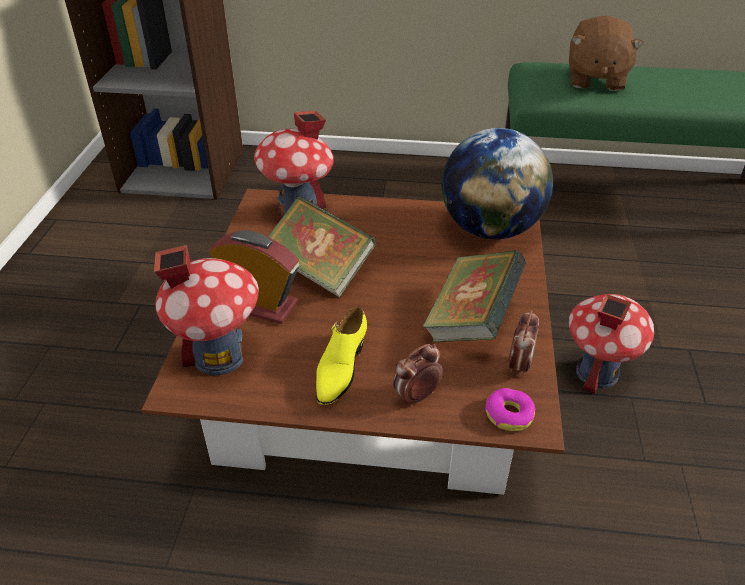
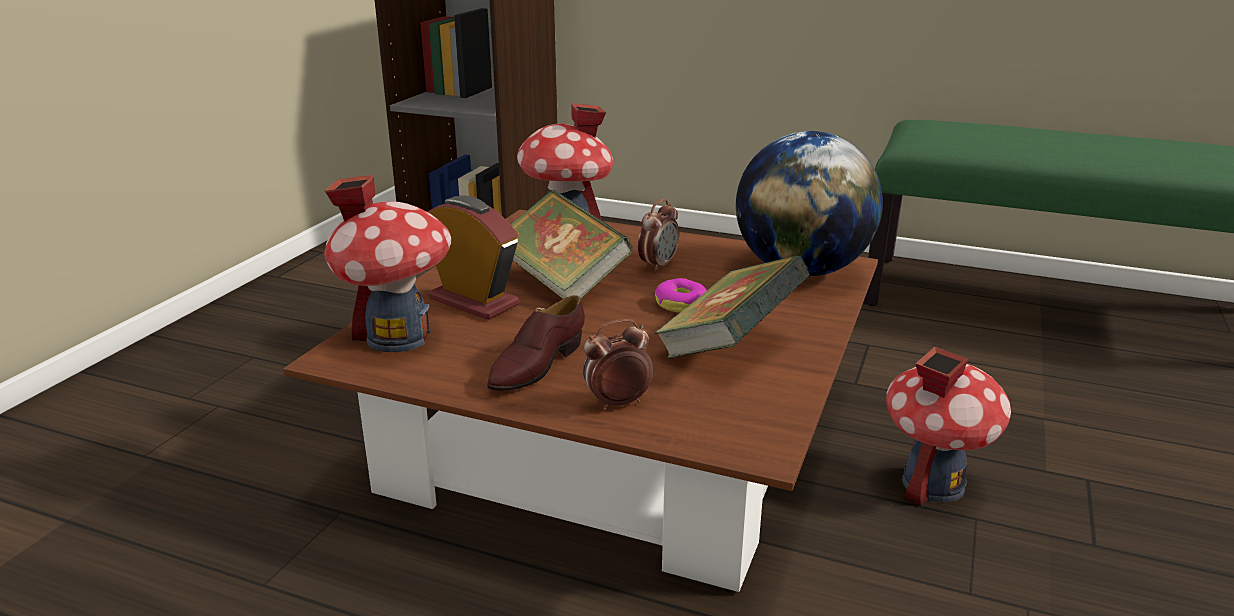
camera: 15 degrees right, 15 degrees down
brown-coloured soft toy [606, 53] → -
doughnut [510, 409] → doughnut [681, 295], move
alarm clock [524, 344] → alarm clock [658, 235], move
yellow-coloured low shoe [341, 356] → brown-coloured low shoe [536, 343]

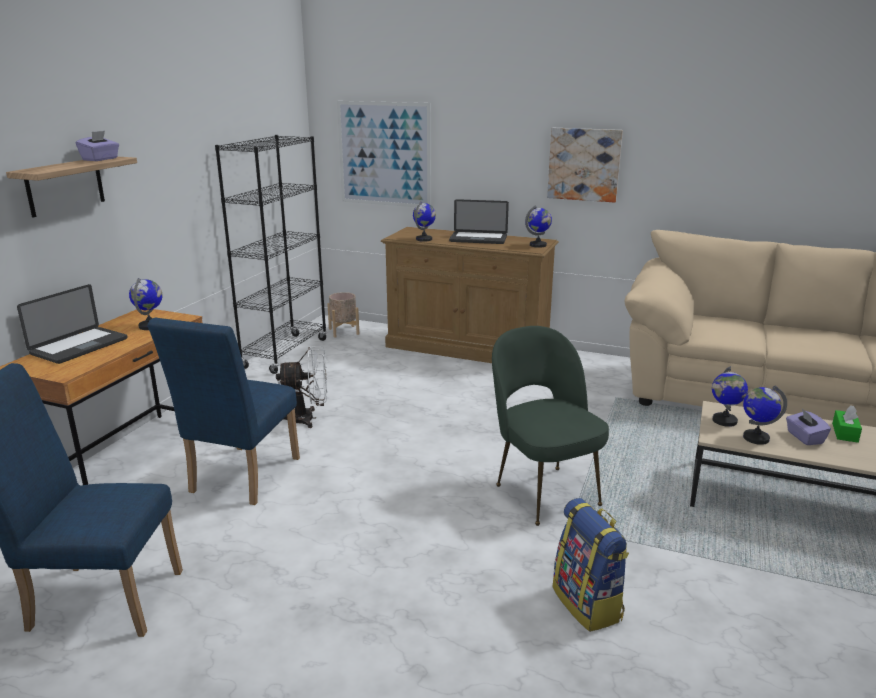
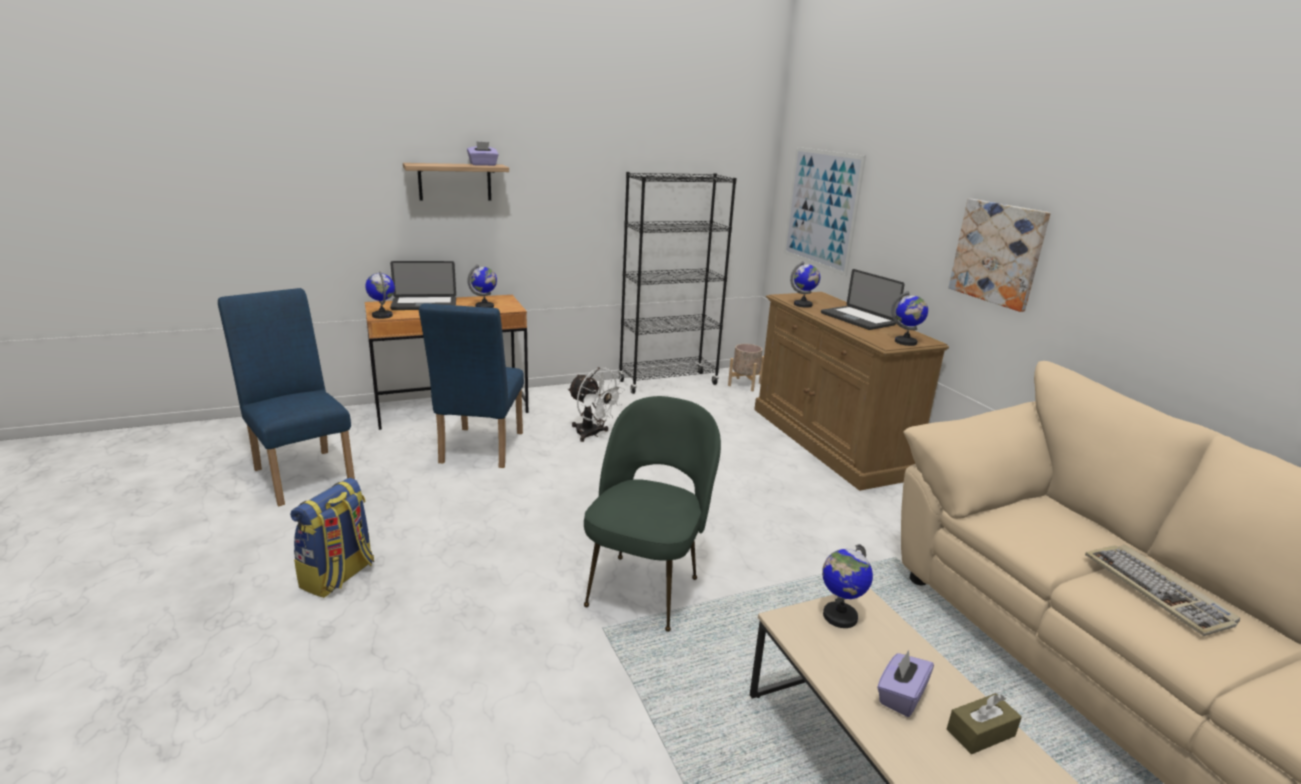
camera: 45 degrees right, 0 degrees up
- → PC keyboard [1162, 590]
knapsack [591, 565] → knapsack [332, 538], move
globe [765, 415] → globe [380, 295], move
greenish box of tissues [847, 424] → brown-coloured box of tissues [984, 723]
bluish chair [224, 411] → bluish chair [471, 385], 60 degrees counterclockwise

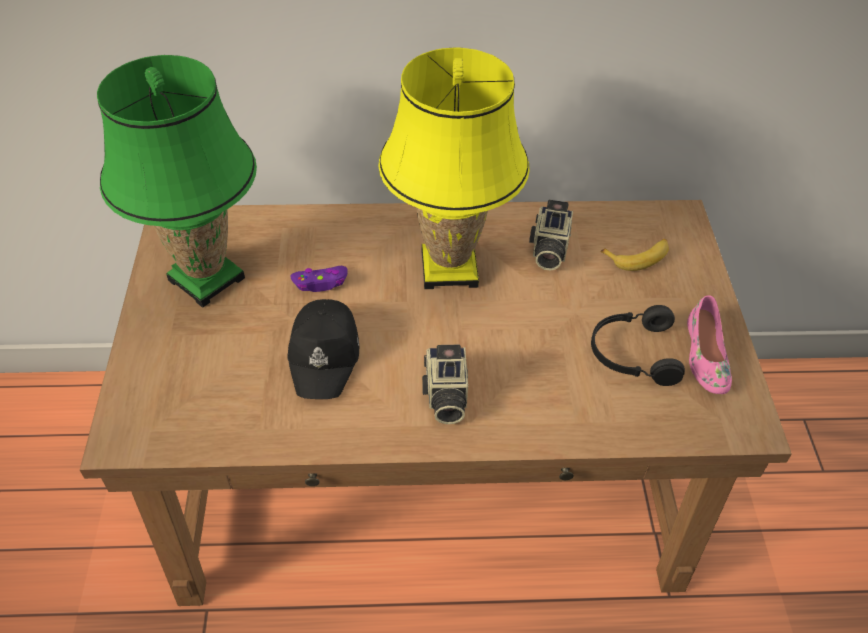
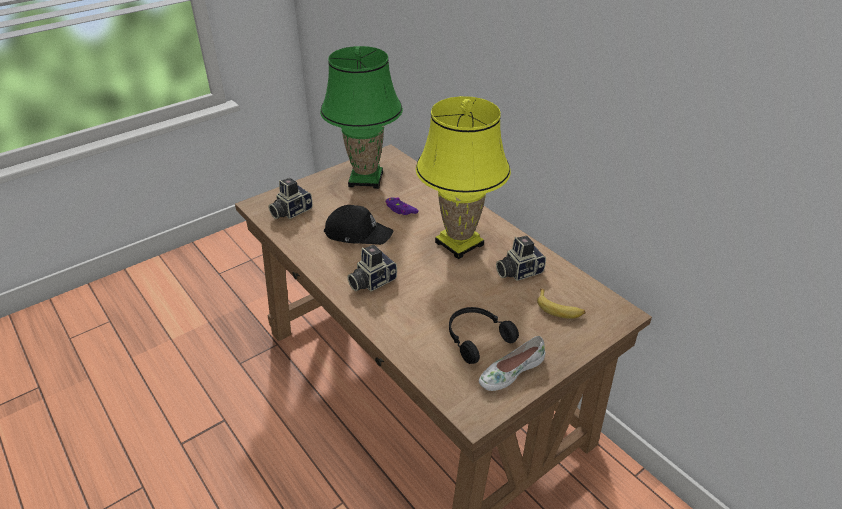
camera: 55 degrees right, 10 degrees down
- → photo camera [291, 198]
pinkish low shoe [709, 344] → white low shoe [512, 363]
black-coloured cap [323, 349] → black-coloured cap [359, 225], 135 degrees counterclockwise

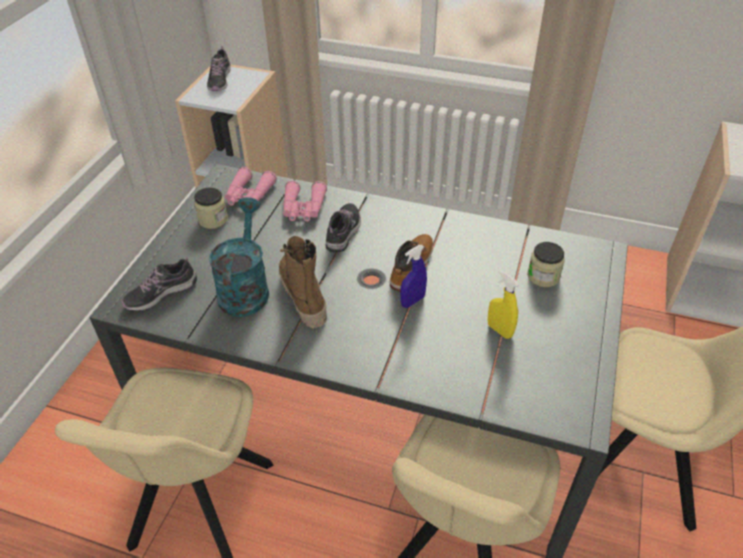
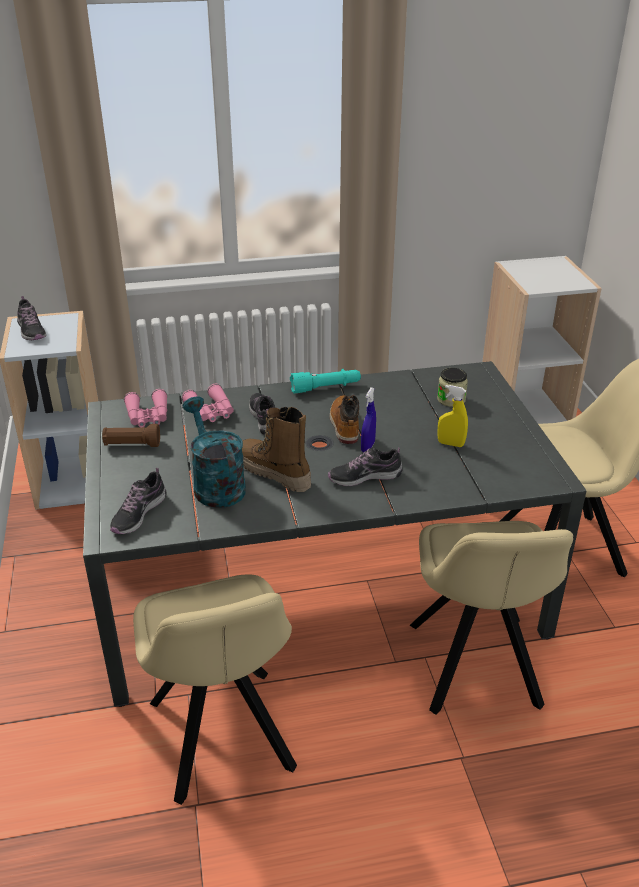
camera: 30 degrees left, 10 degrees down
- → turquoise-coloured flashlight [325, 381]
- → low shoe [365, 466]
preserve jar [211, 208] → brown-coloured flashlight [131, 435]

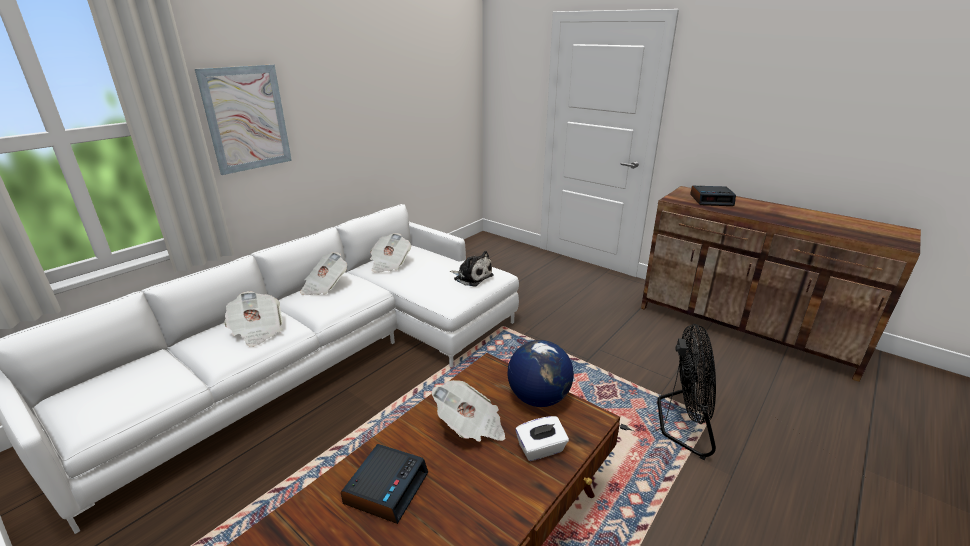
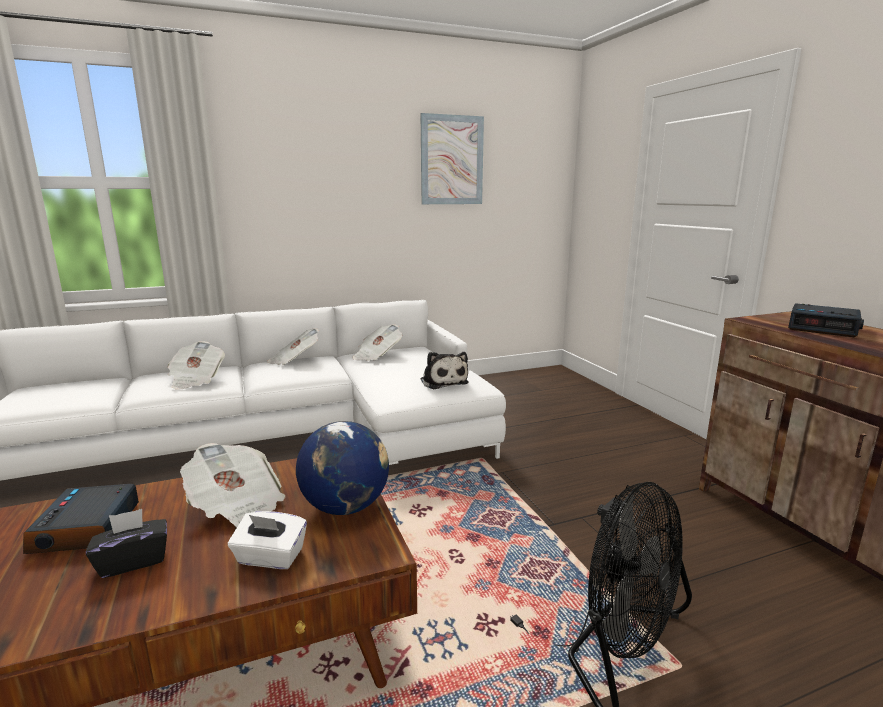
camera: 30 degrees right, 10 degrees down
- → black-coloured box of tissues [126, 543]
wall picture [243, 119] → wall picture [452, 158], move
alarm clock [384, 484] → alarm clock [81, 519], 120 degrees clockwise

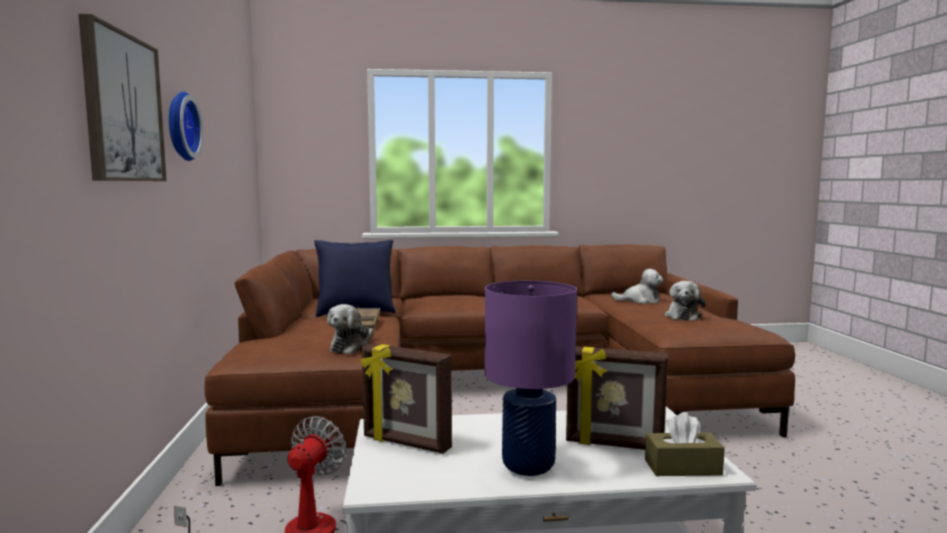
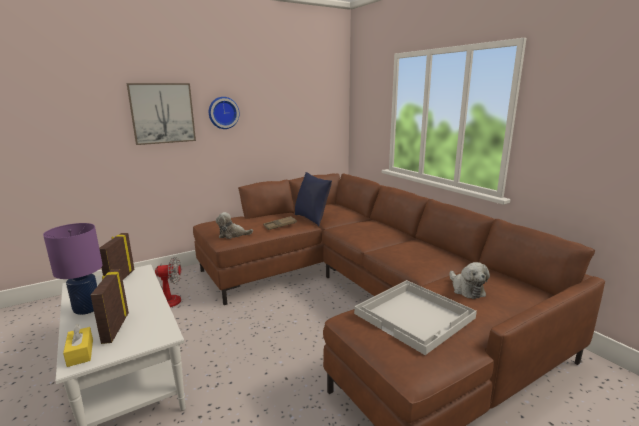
camera: 65 degrees right, 10 degrees up
soft toy [685, 301] → white tray [415, 317]
brown-coloured box of tissues [685, 444] → yellow-coloured box of tissues [78, 345]

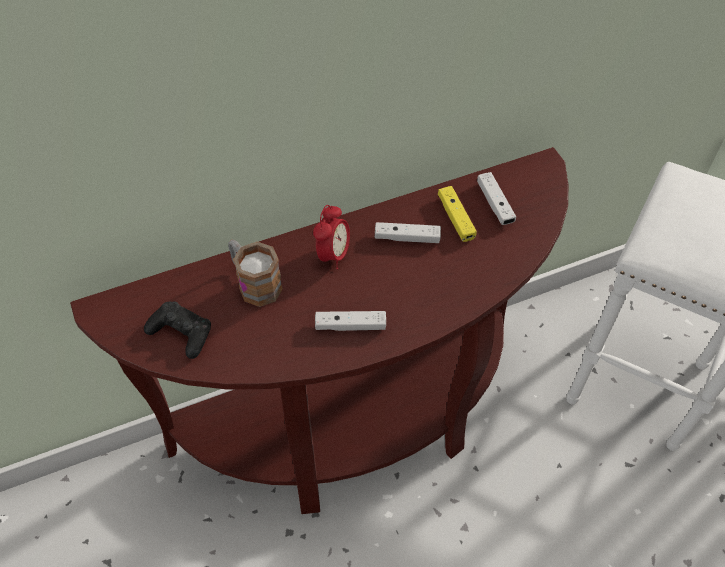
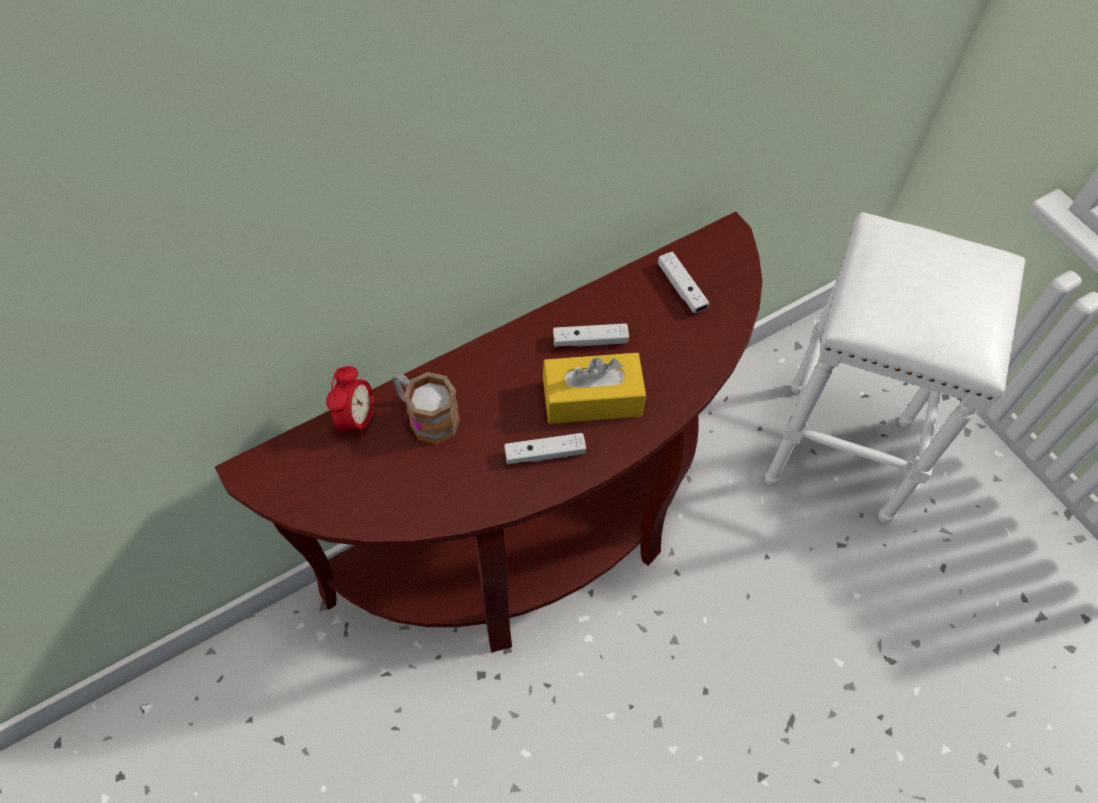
camera: 10 degrees left, 5 degrees up
black-coloured game controller [177, 330] → -
yellow-coloured game controller [457, 214] → -
- → yellow-coloured box of tissues [594, 388]
alarm clock [331, 237] → alarm clock [350, 401], move

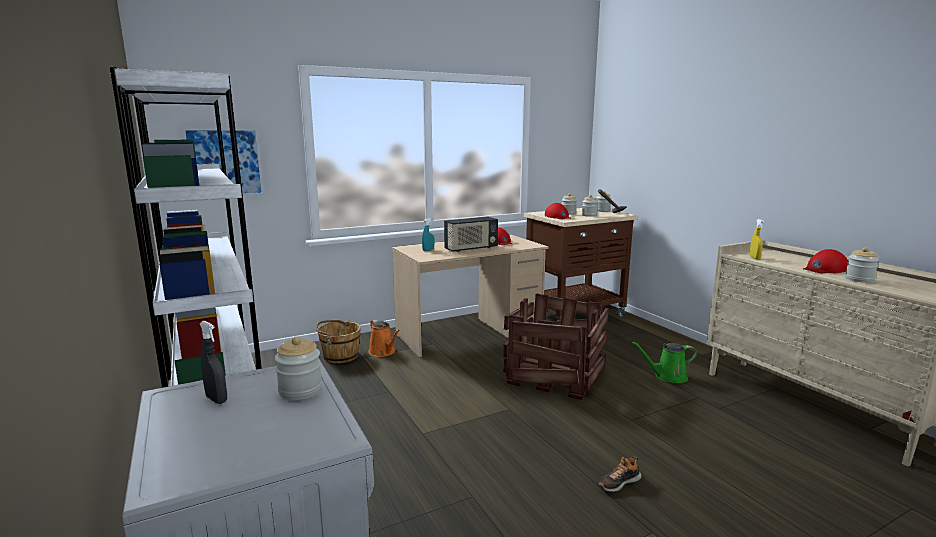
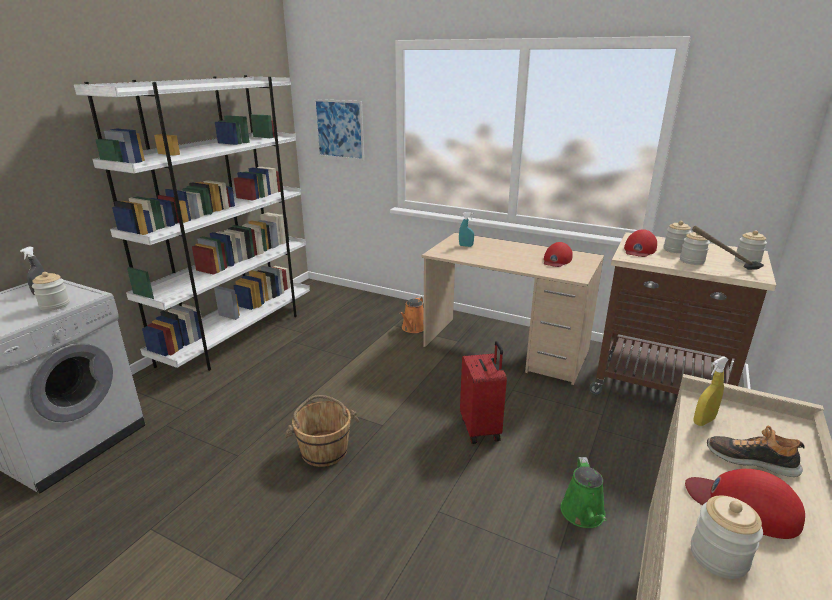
camera: 55 degrees right, 10 degrees up
radio [471, 234] → -
brown-coloured pail [338, 342] → brown-coloured pail [322, 431], move
low shoe [620, 474] → low shoe [756, 451], move
crate [556, 347] → reddish piece of luggage [483, 392]
greenish watering pot [664, 362] → greenish watering pot [583, 492], 135 degrees counterclockwise

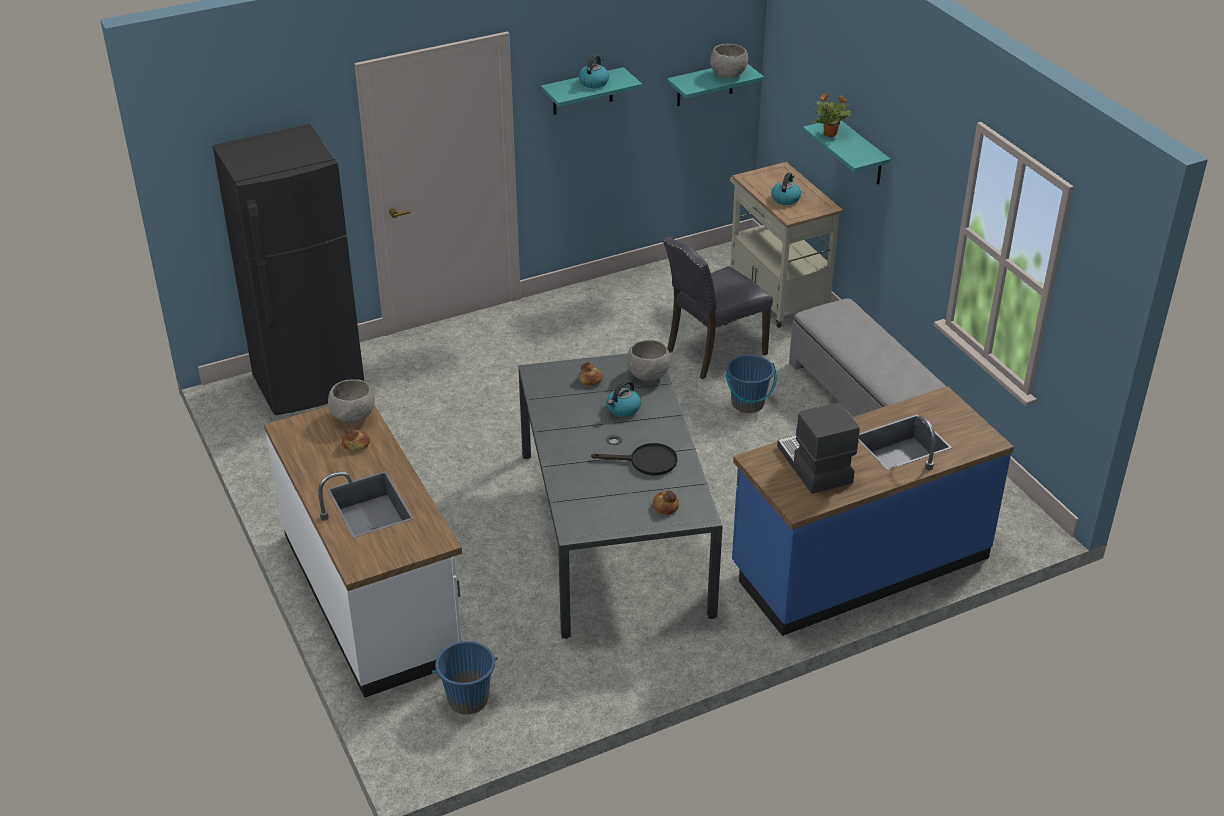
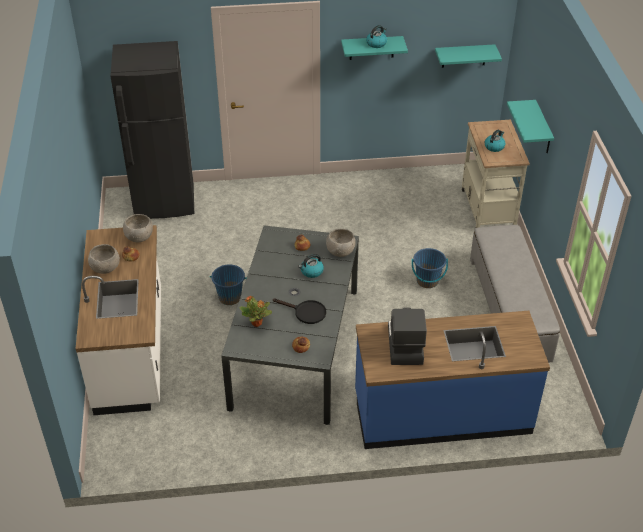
camera: 20 degrees right, 5 degrees up
grey chair [718, 308] → -
bluish pail [465, 677] → bluish pail [228, 285], move
grey bowl [729, 60] → grey bowl [104, 259], move
houseplant [832, 115] → houseplant [256, 311], move

